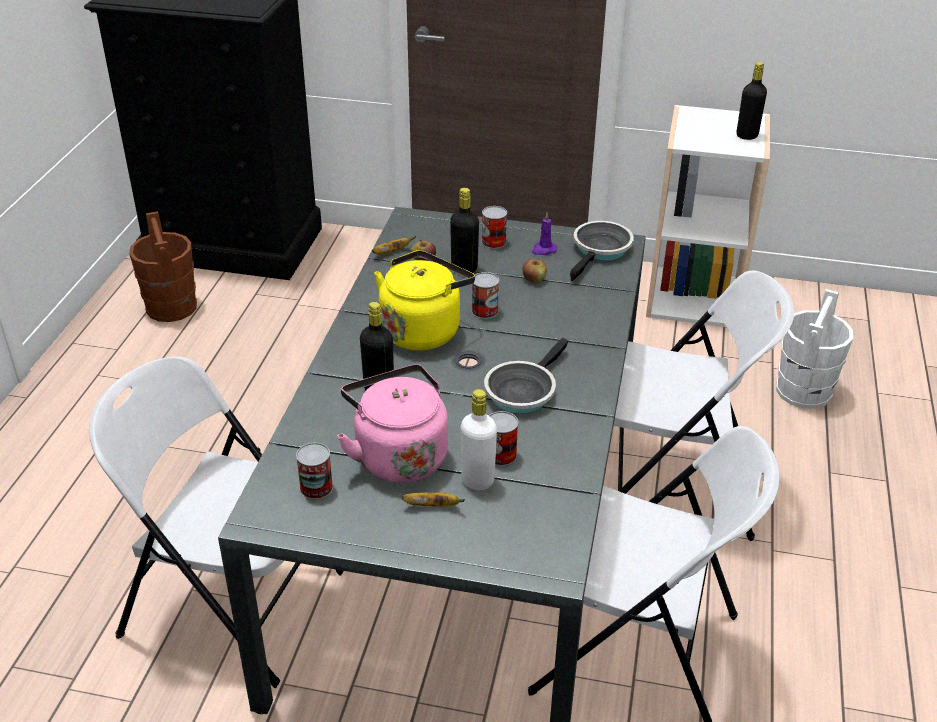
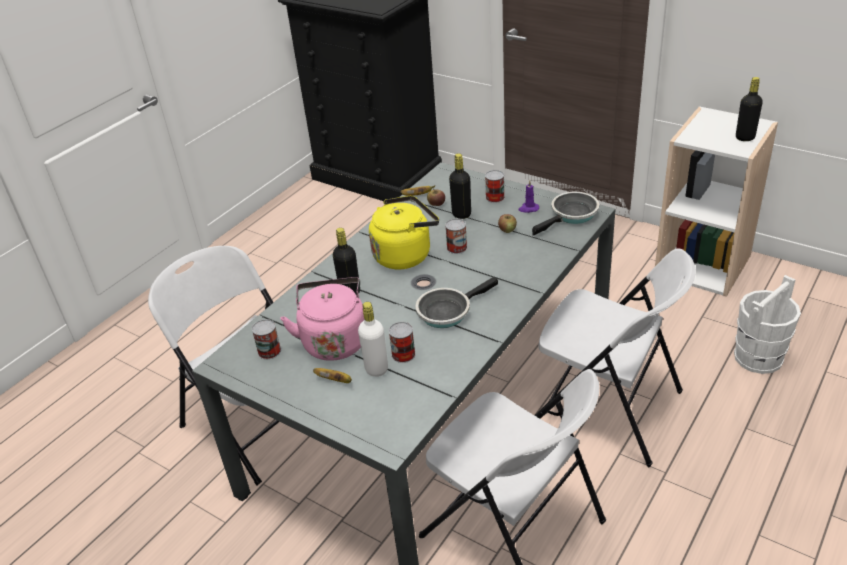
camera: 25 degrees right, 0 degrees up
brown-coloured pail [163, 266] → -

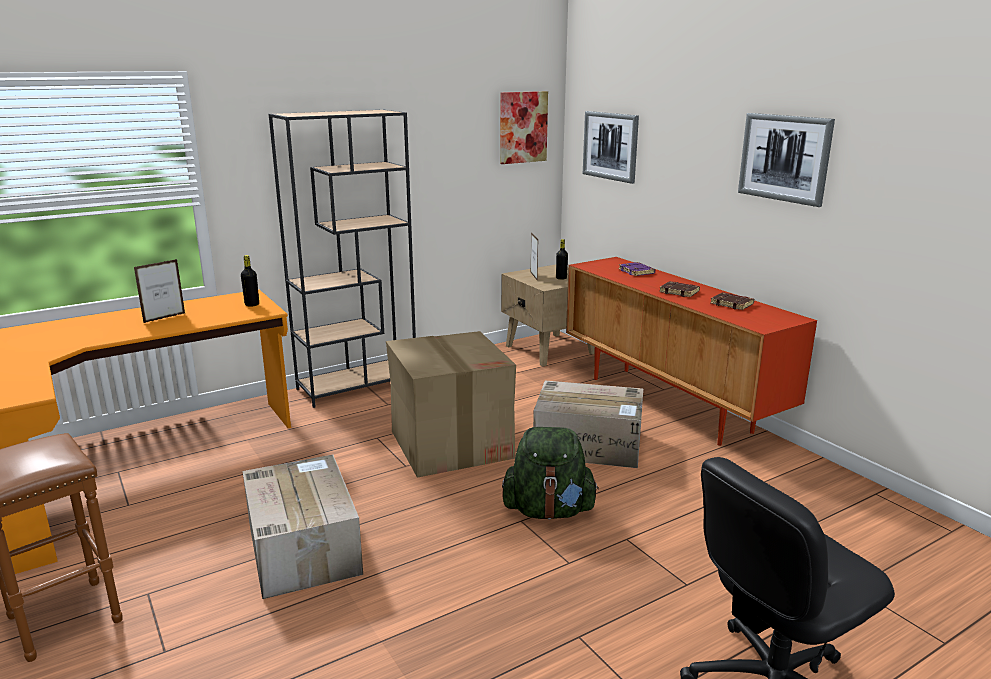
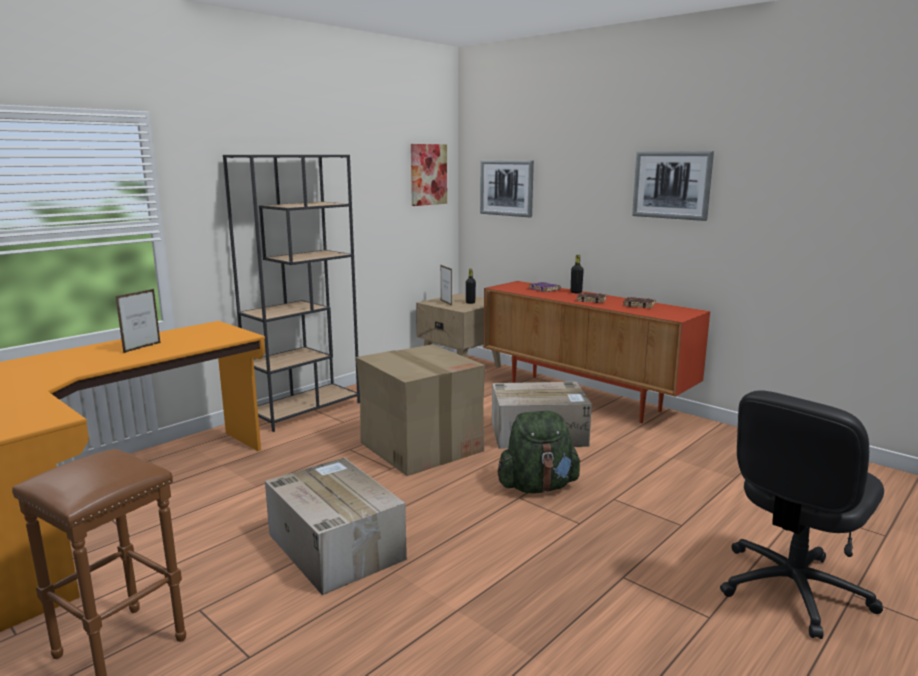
camera: 15 degrees left, 5 degrees down
black-coloured drink bottle [250, 281] → black-coloured drink bottle [577, 274], move

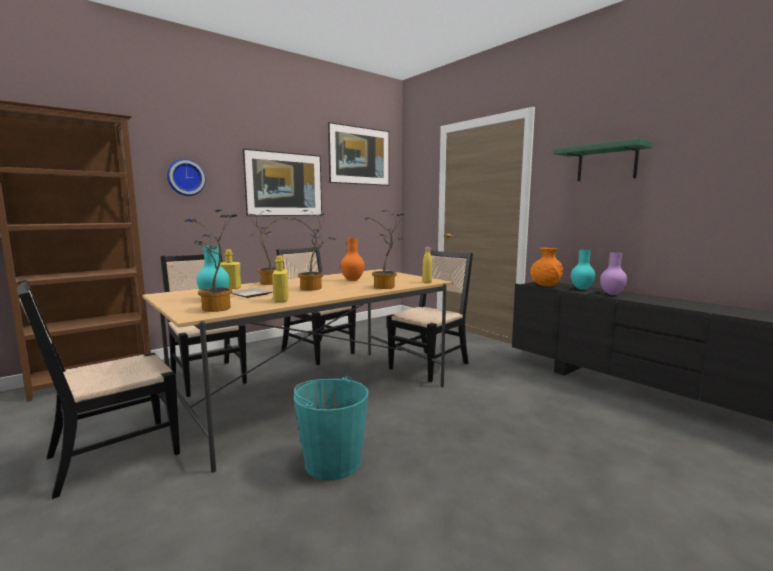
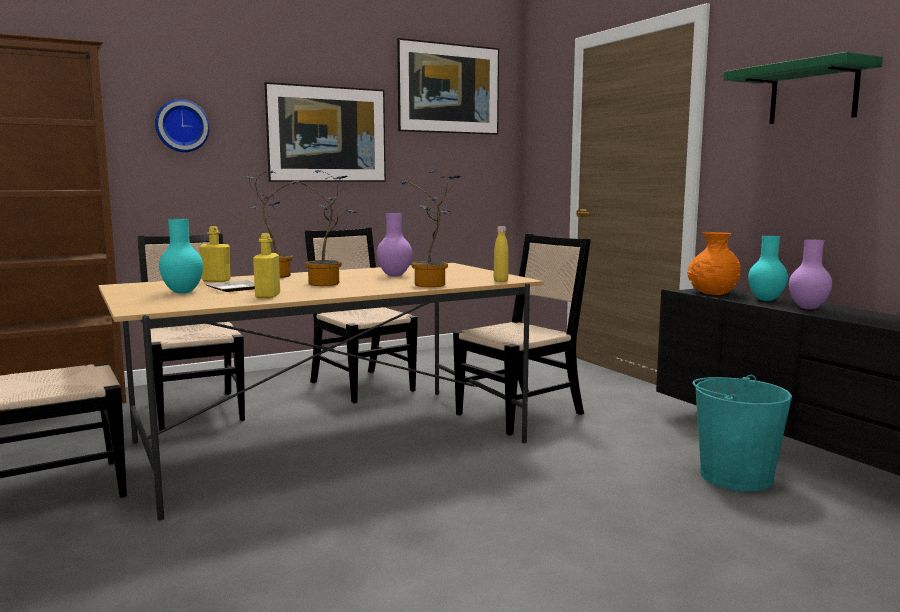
camera: 10 degrees right, 0 degrees up
houseplant [210, 260] → -
turquoise-coloured pail [331, 428] → turquoise-coloured pail [742, 433], move
orange-coloured vase [352, 259] → purple-coloured vase [394, 245]

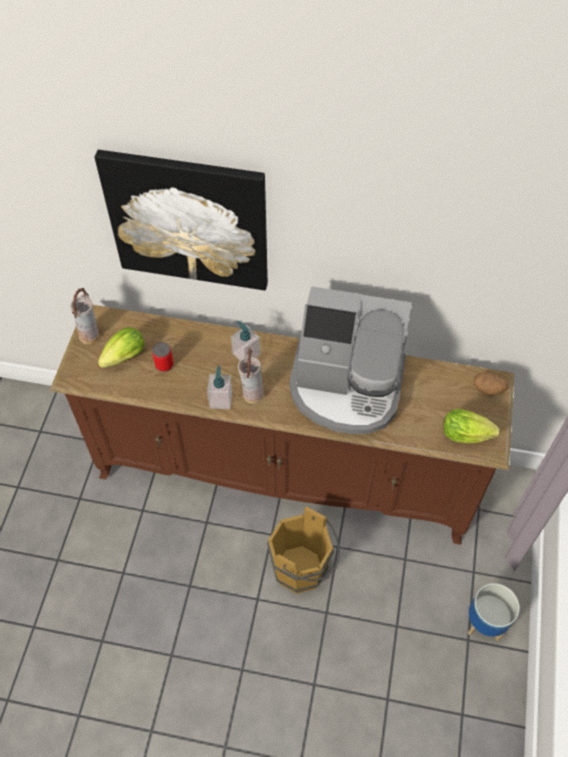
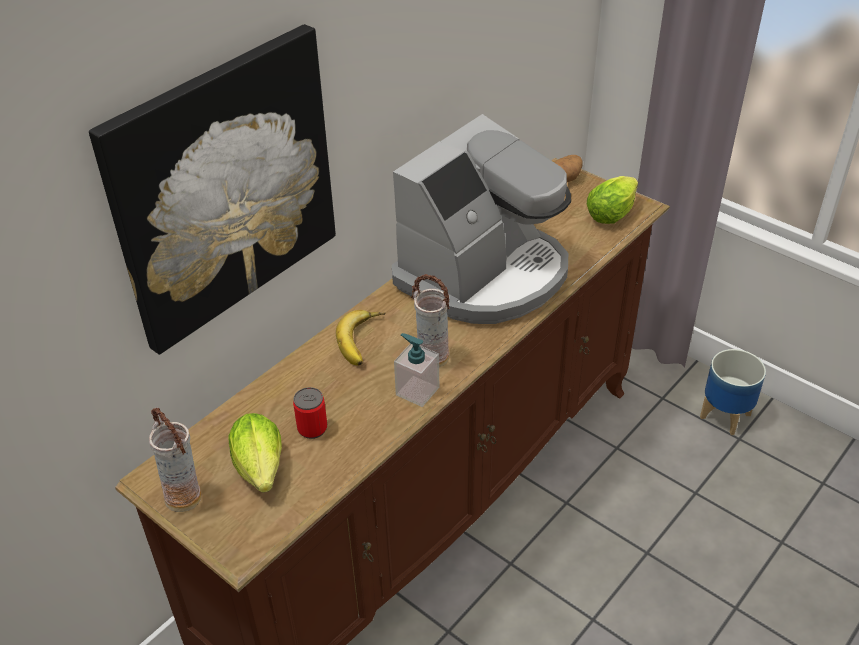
camera: 60 degrees left, 15 degrees down
brown-coloured pail [303, 550] → -
soap bottle [245, 340] → banana [360, 337]

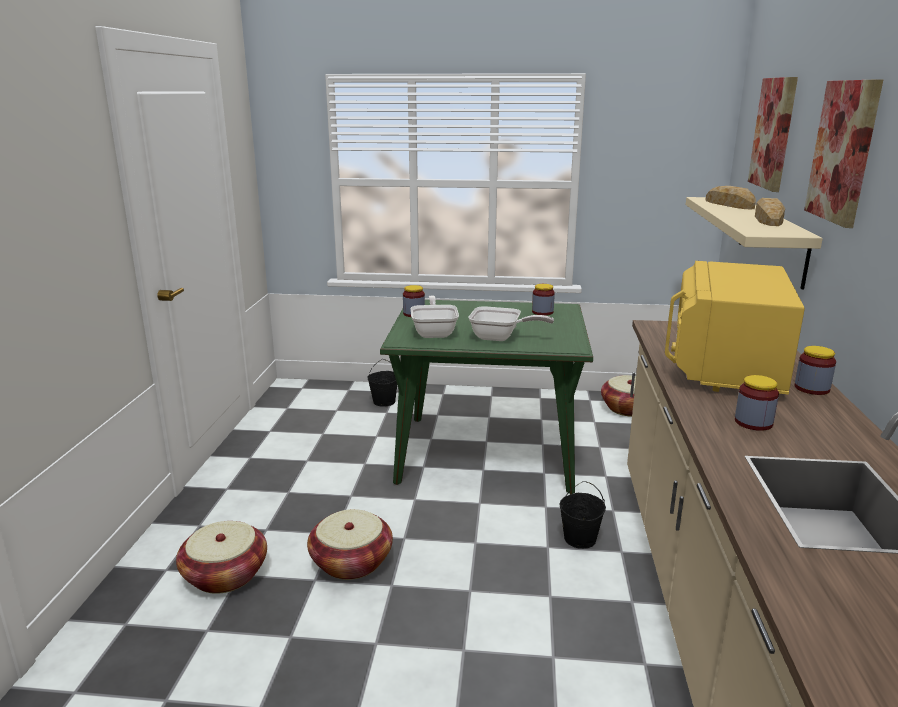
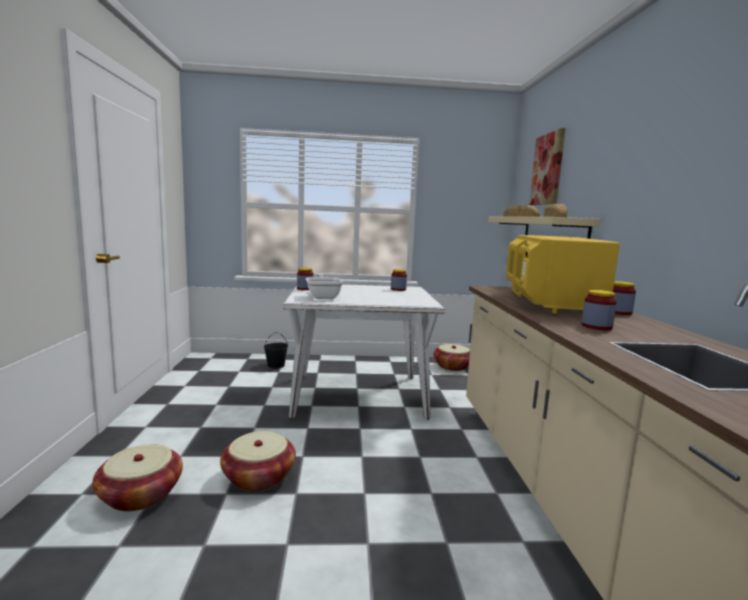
camera: 10 degrees left, 10 degrees down
frying pan [511, 323] → -
black-coloured pail [582, 515] → -
wall picture [843, 153] → -
greenish kitchen table [486, 397] → white kitchen table [364, 352]

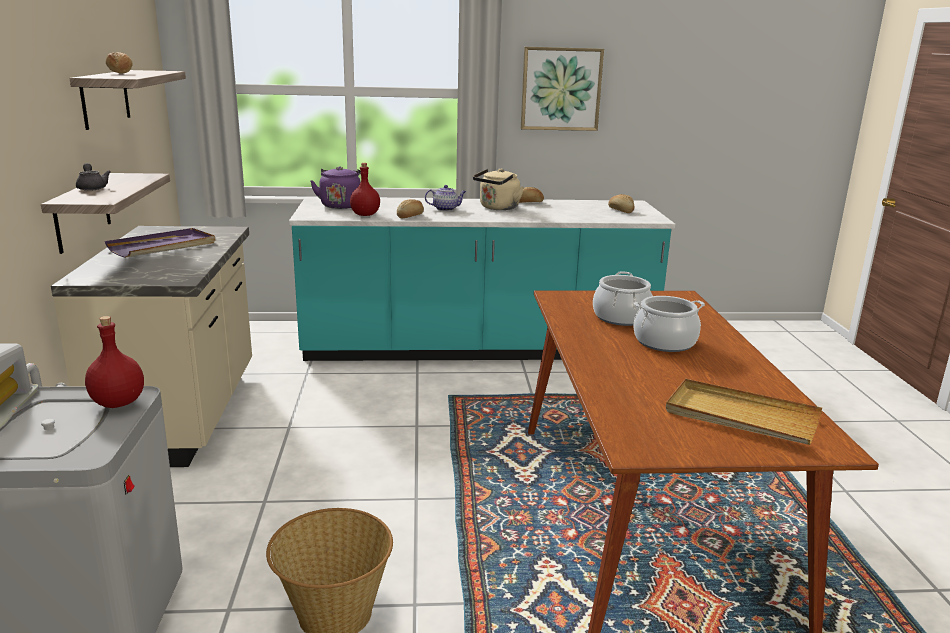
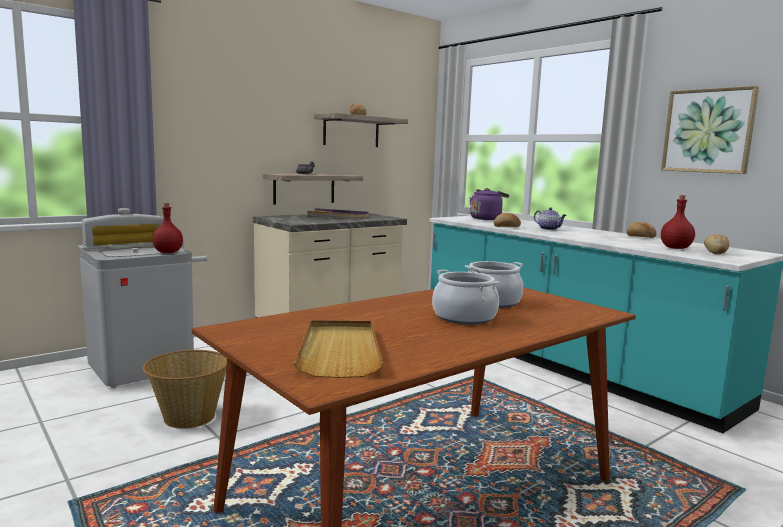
camera: 55 degrees right, 10 degrees down
beige-coloured kettle [498, 189] → -
reddish drink bottle [365, 189] → reddish drink bottle [678, 222], move

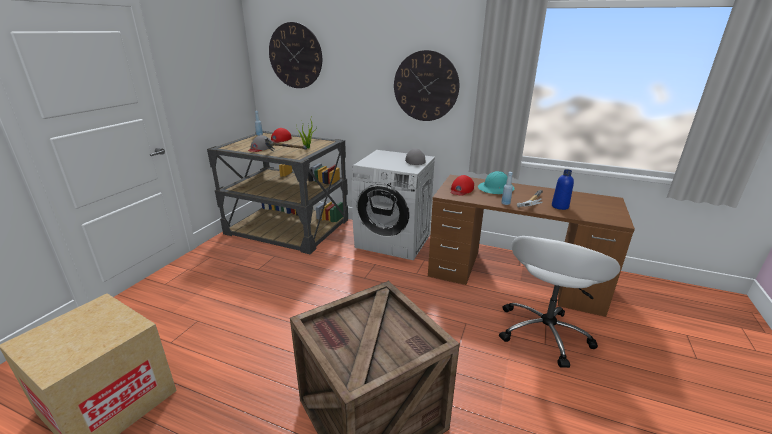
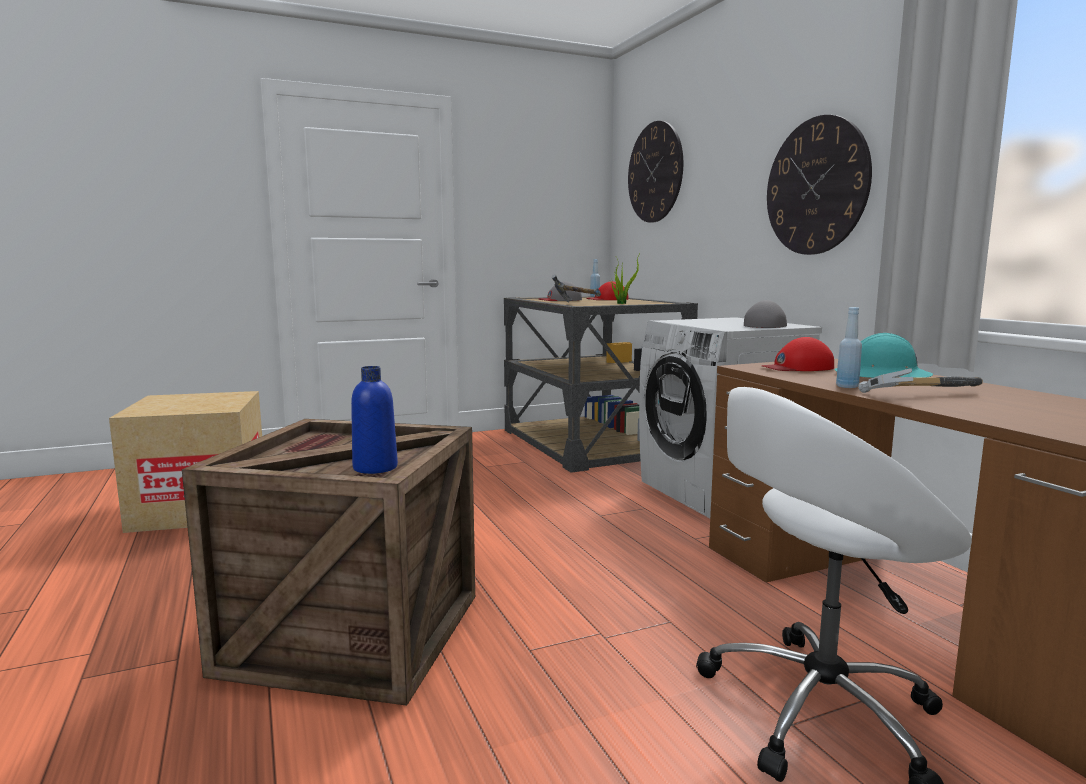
camera: 45 degrees right, 15 degrees down
bluish drink bottle [563, 189] → bluish drink bottle [374, 420], move

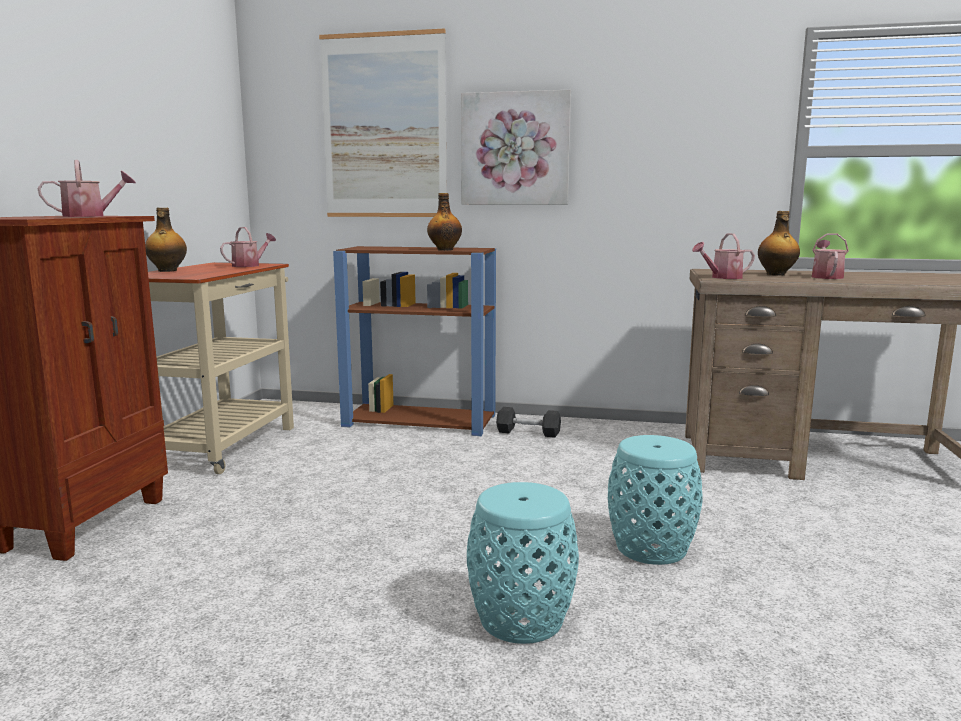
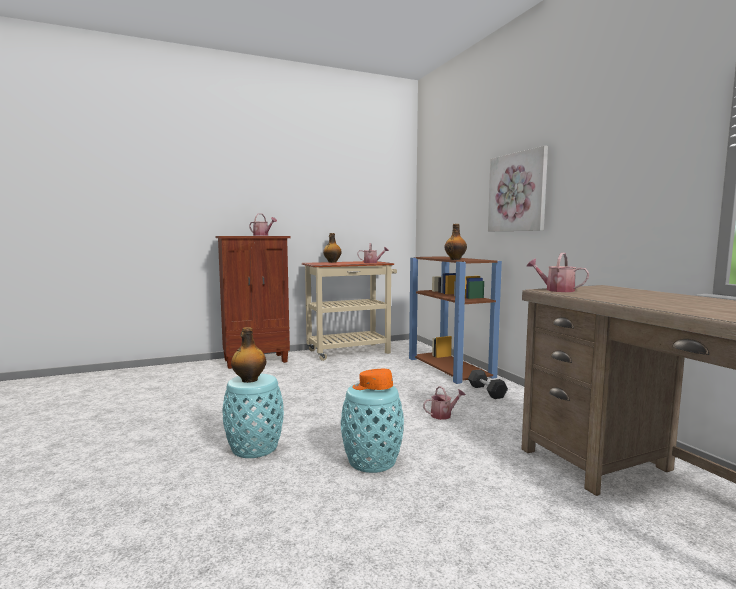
camera: 55 degrees right, 5 degrees down
wall picture [383, 122] → -
- → orange-coloured cap [372, 379]
drink bottle [779, 243] → drink bottle [248, 355], move
watering pot [830, 256] → watering pot [444, 403], move

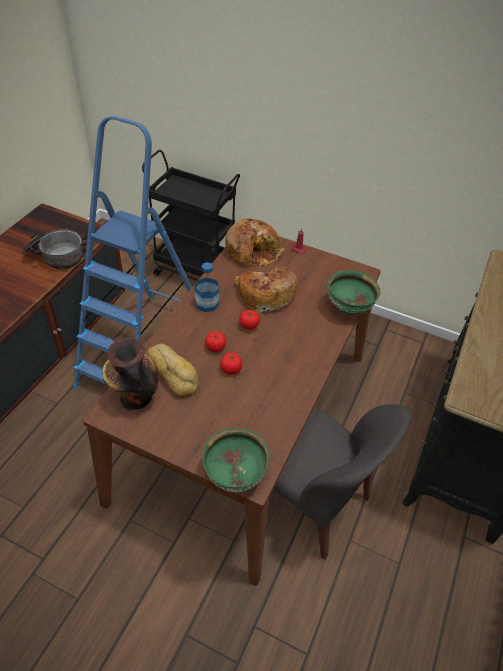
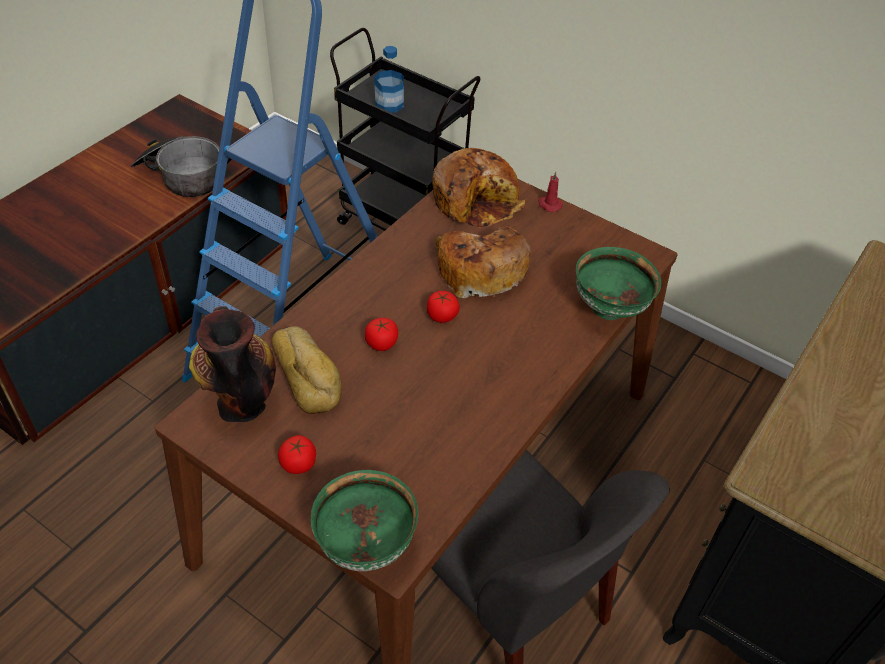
camera: 10 degrees right, 0 degrees up
drink bottle [206, 287] → drink bottle [389, 79], move
fresh tomato [231, 363] → fresh tomato [297, 454], move

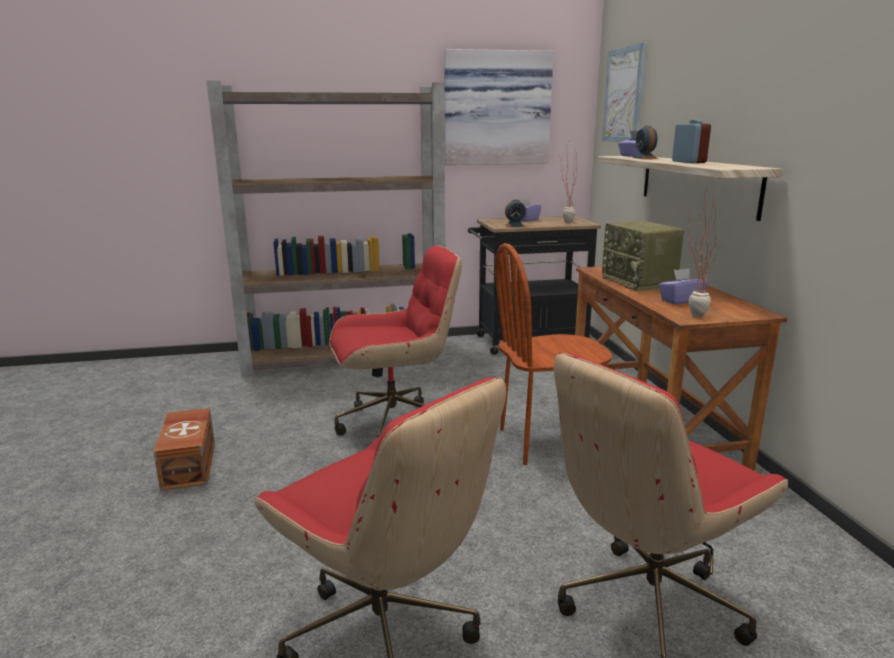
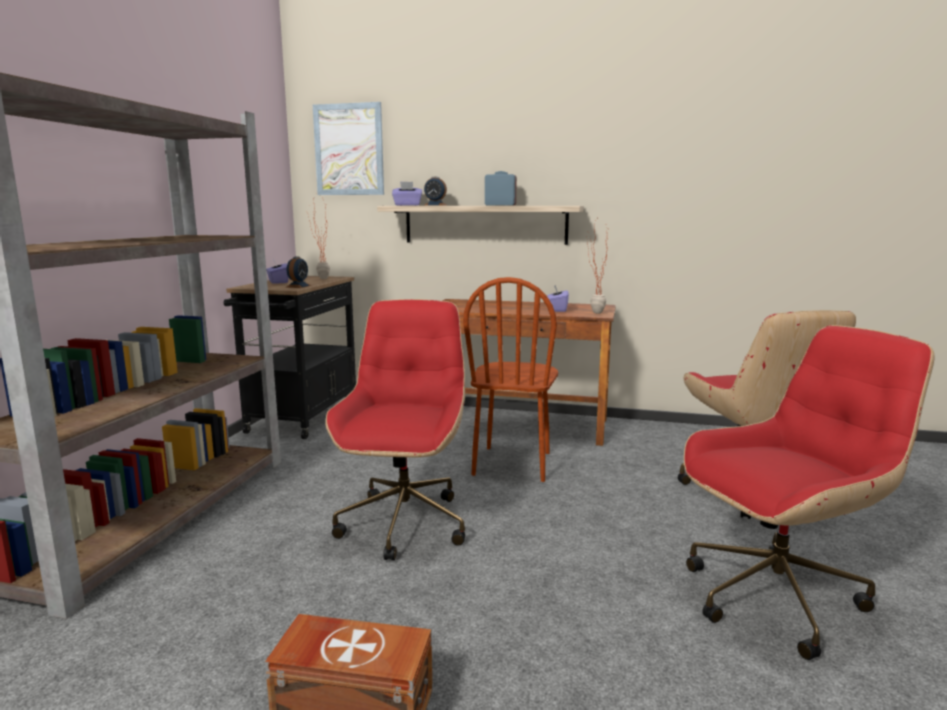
camera: 65 degrees left, 5 degrees down
wall picture [498, 107] → -
radio [643, 256] → -

